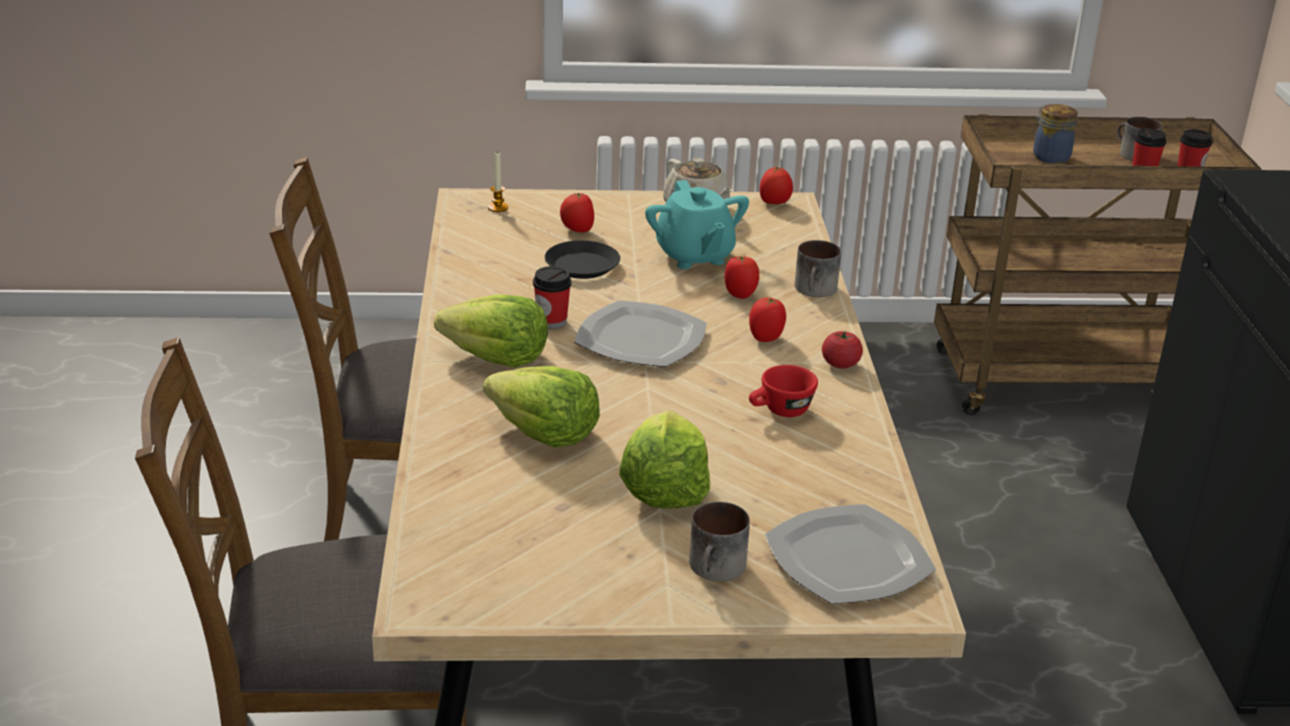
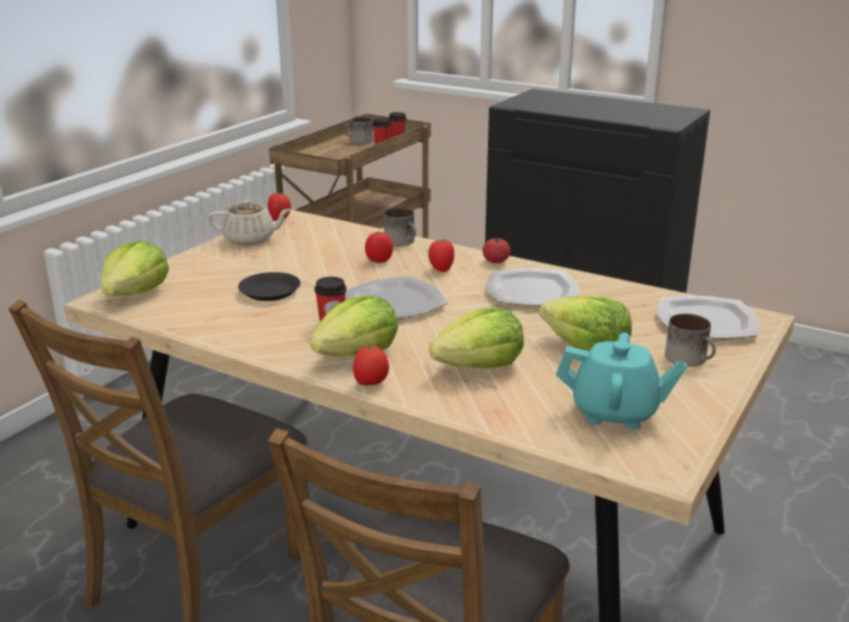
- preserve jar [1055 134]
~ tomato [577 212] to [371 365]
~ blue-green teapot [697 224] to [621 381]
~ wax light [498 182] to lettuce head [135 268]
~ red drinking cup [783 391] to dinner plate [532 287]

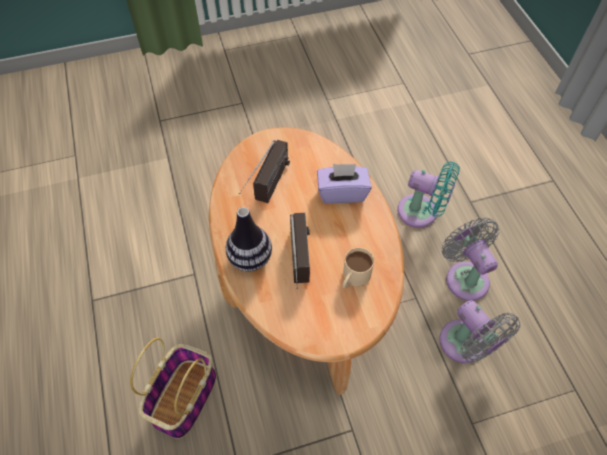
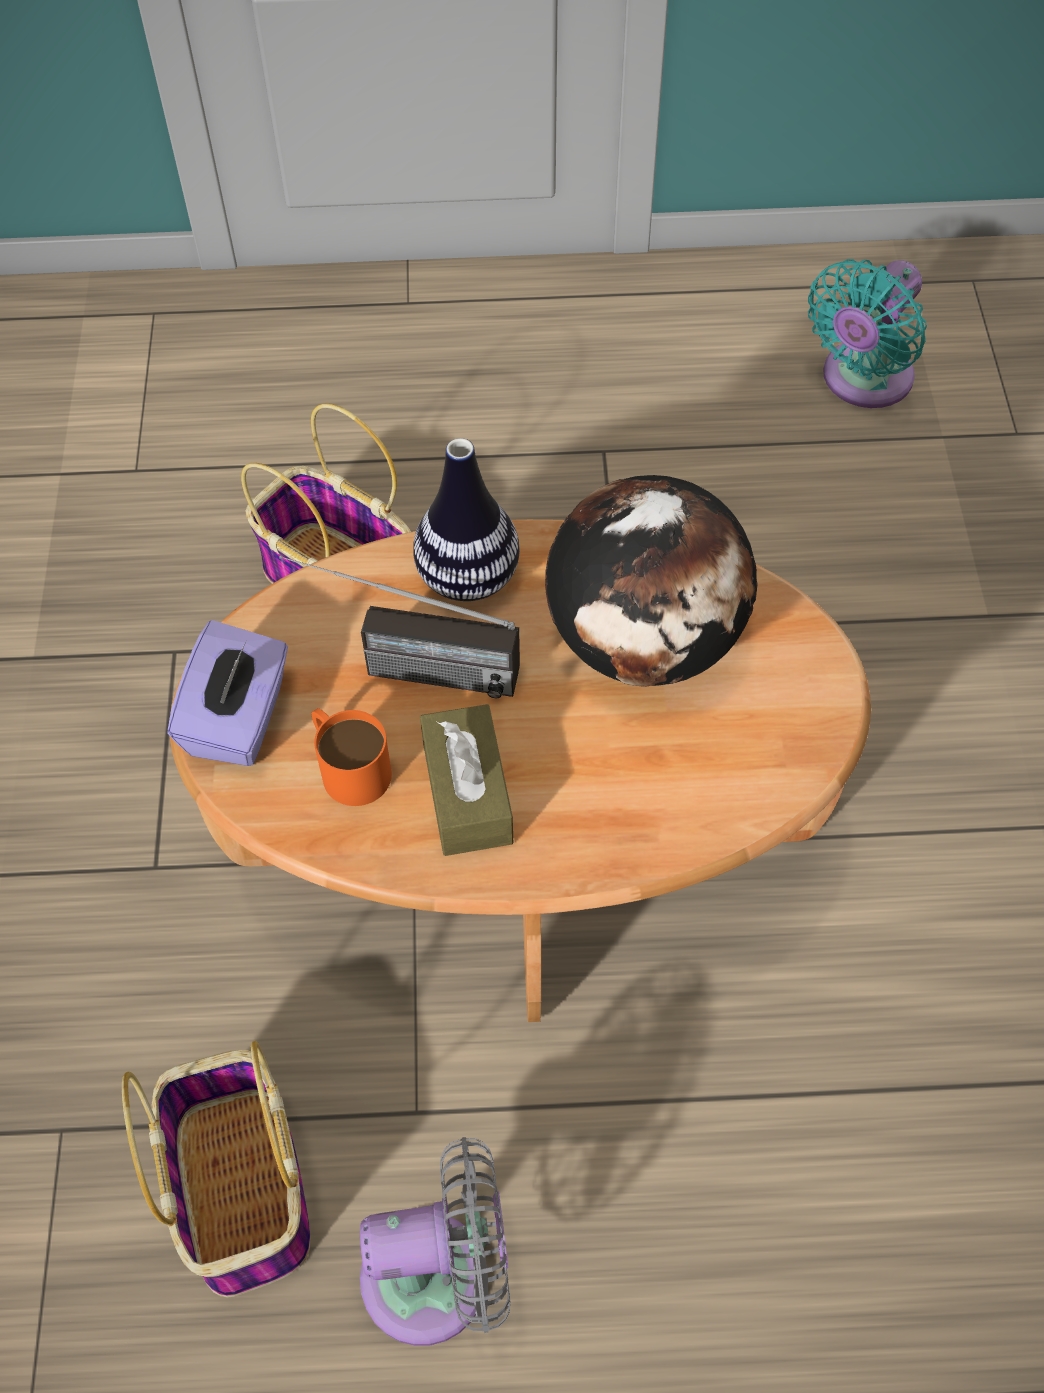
+ brown-coloured box of tissues [466 780]
~ purplish box of tissues [344 184] to [227 693]
~ blue-green electric fan [428 195] to [867 333]
~ radio [264 171] to desk globe [651 581]
~ gray electric fan [480 331] to household basket [216 1169]
~ beige mug [358 268] to orange-coloured mug [351 757]

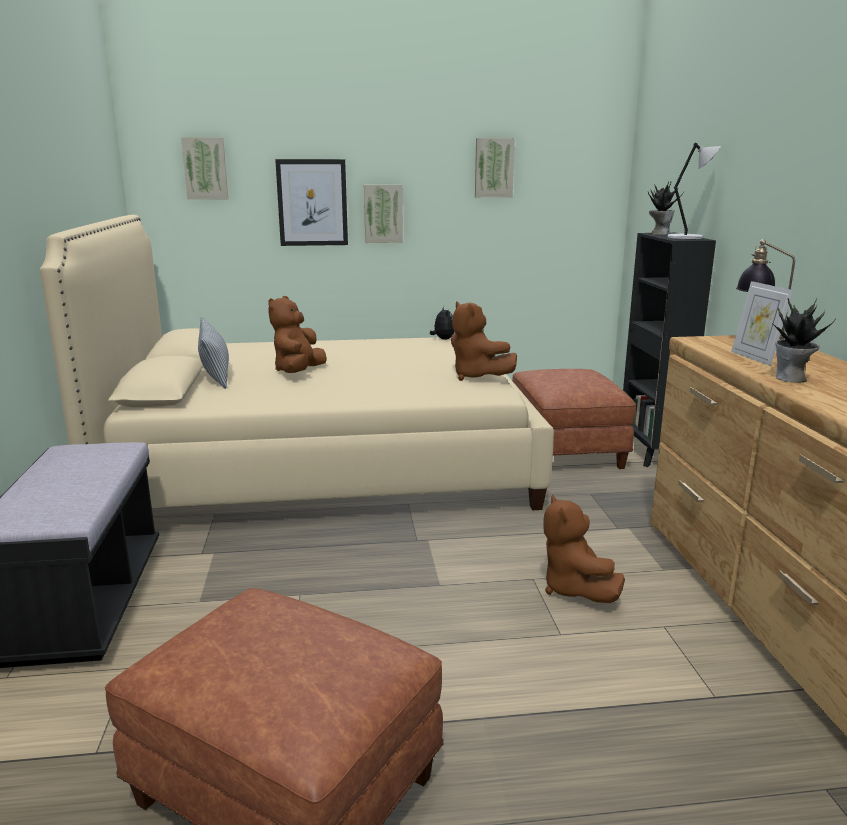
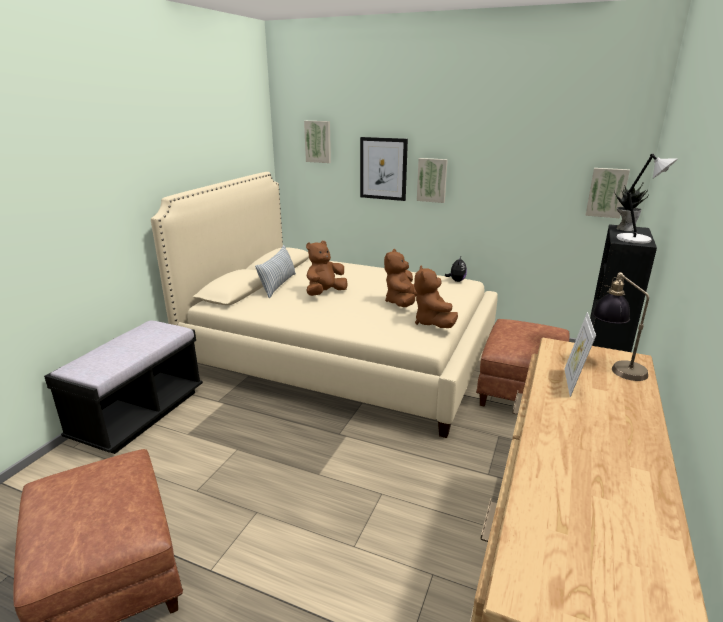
- houseplant [804 340]
~ picture [495 167] to [608 193]
~ brown-coloured plush toy [584 548] to [400 278]

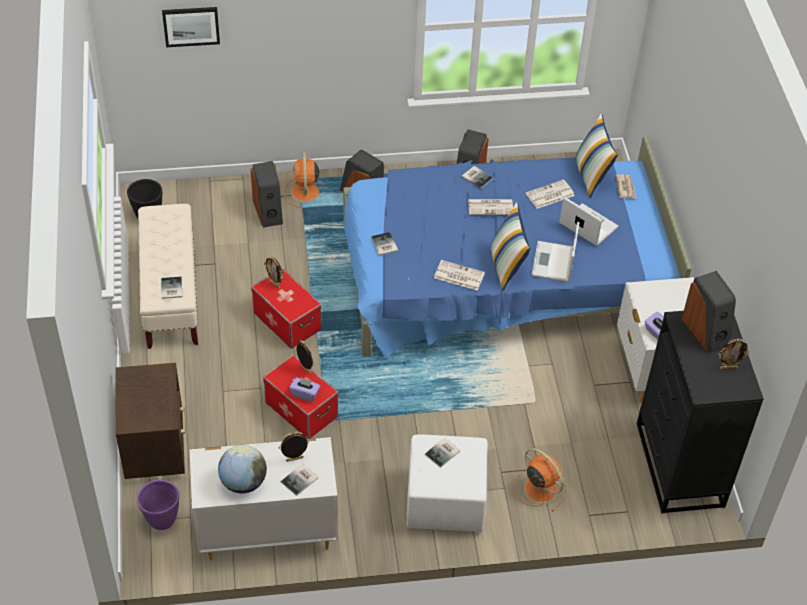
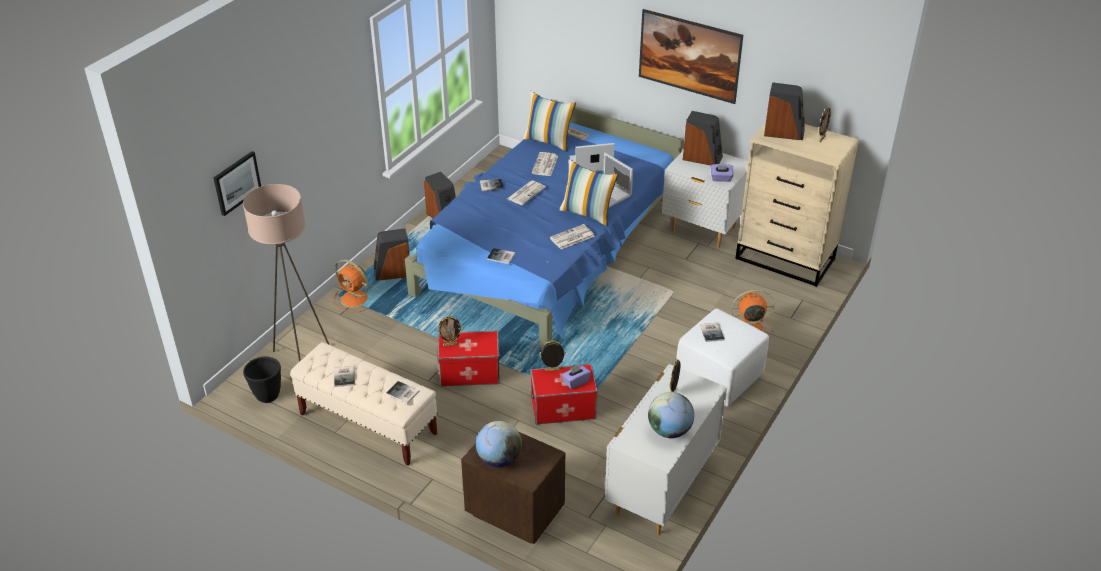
- purplish plant pot [158 505]
+ beige floor lamp [286 273]
+ desk globe [499 444]
+ picture [691 56]
~ speaker [267 194] to [703 138]
~ bound book [299 480] to [344 376]
~ blackish dresser [700 412] to beige dresser [797 204]

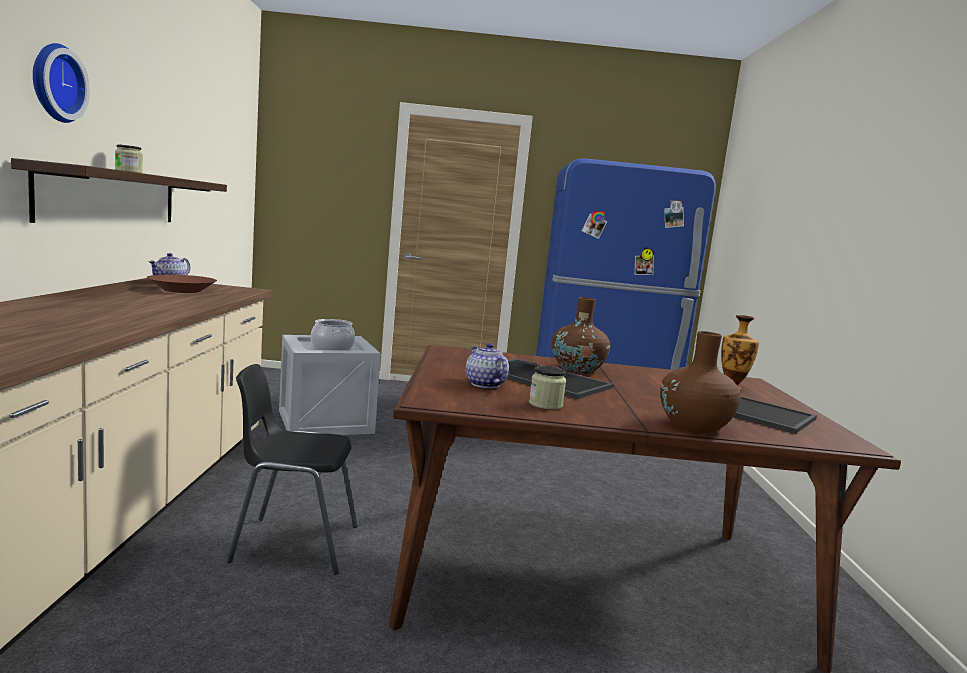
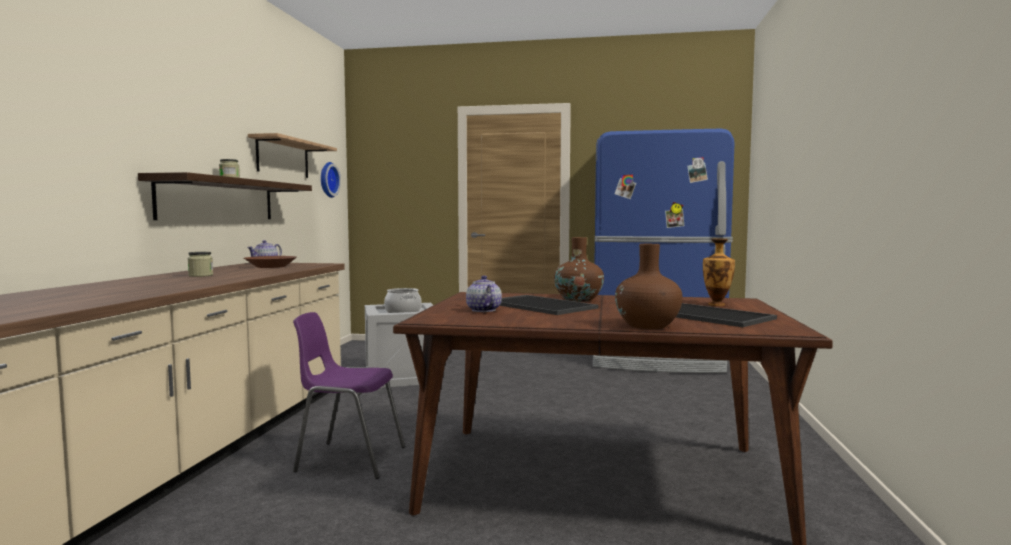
+ bracket shelf [292 155]
~ hanging clock [61 83] to [331 180]
~ preserve jar [547 388] to [200 264]
~ blackish upright chair [292 469] to purplish upright chair [349 395]

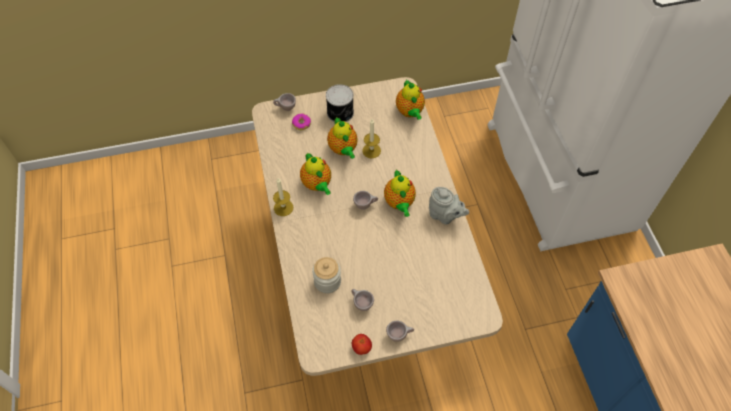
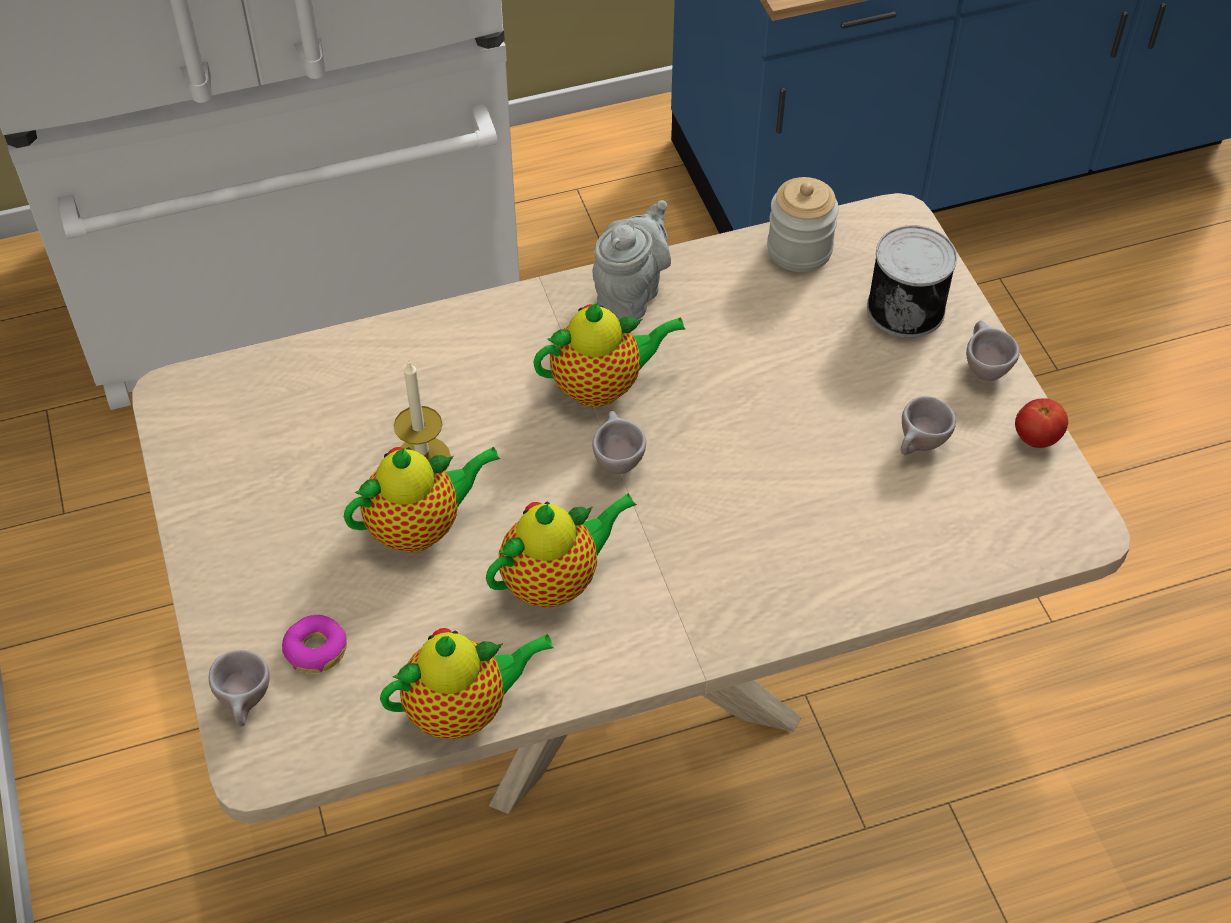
- wax light [283 197]
~ preserve jar [326 275] to [803 224]
~ metal can [340 103] to [912 281]
~ teapot [410 99] to [467 683]

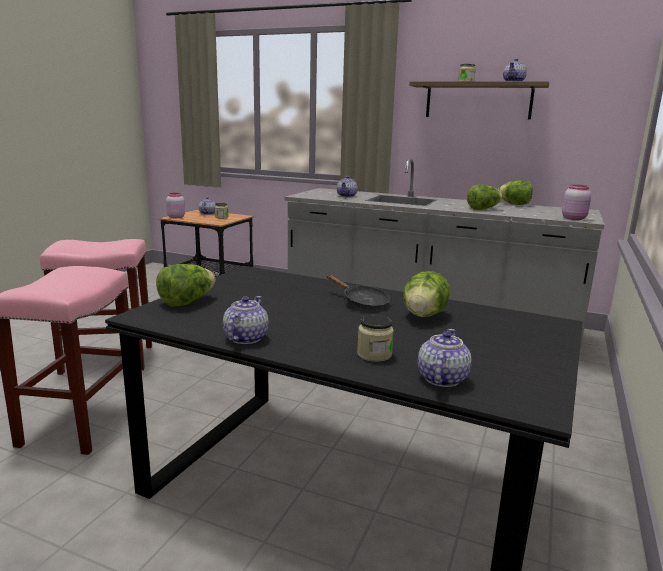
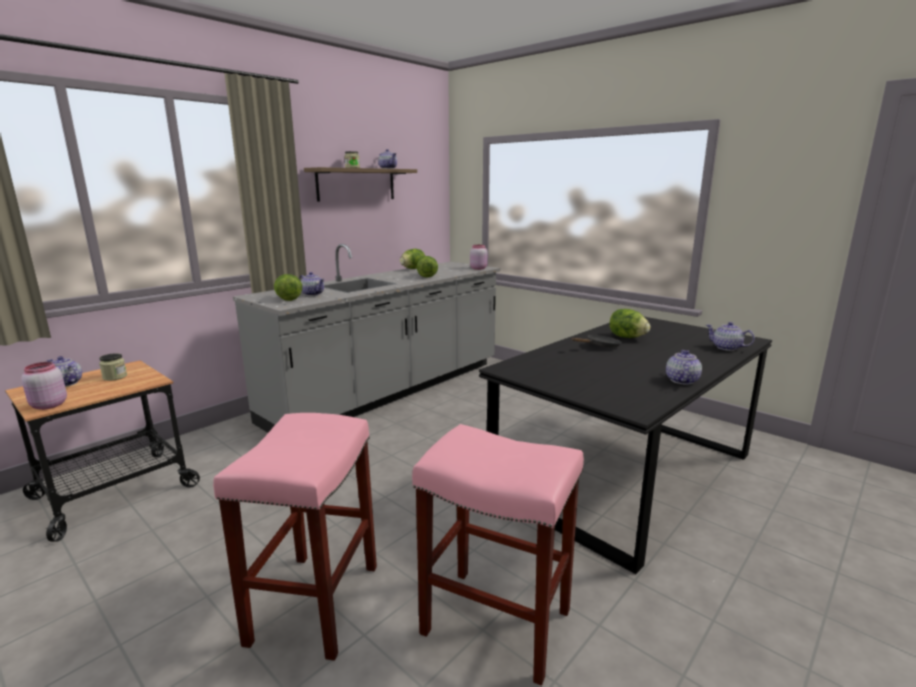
- preserve jar [375 338]
~ lettuce head [185 285] to [288 287]
~ teapot [246 320] = [684 367] 75 degrees clockwise

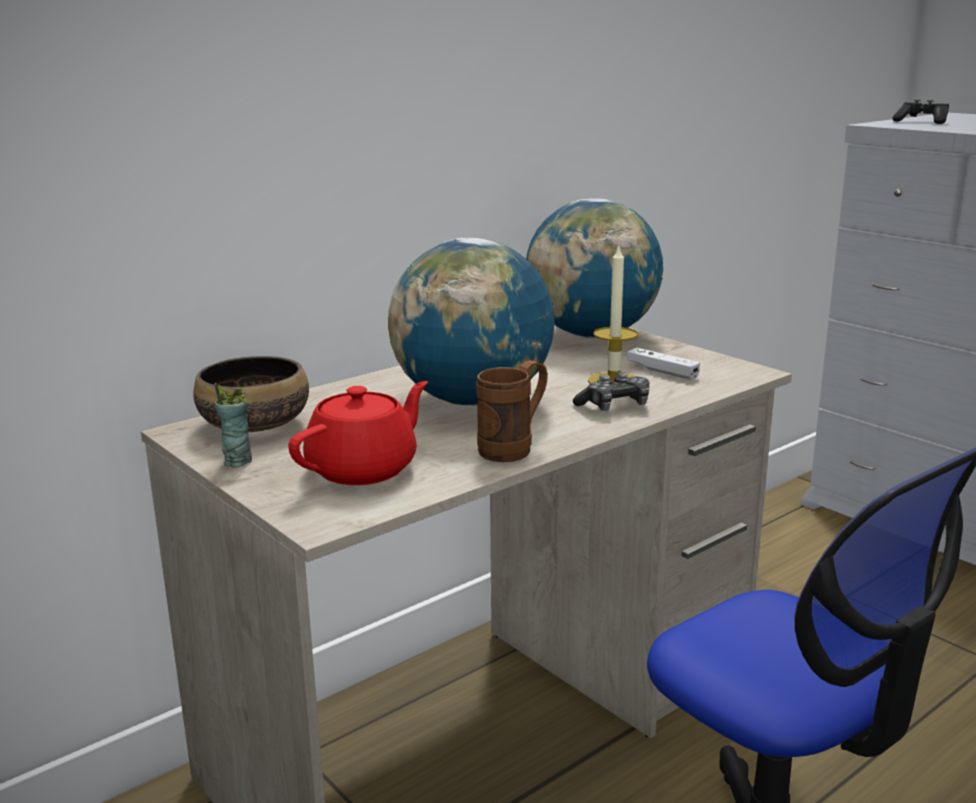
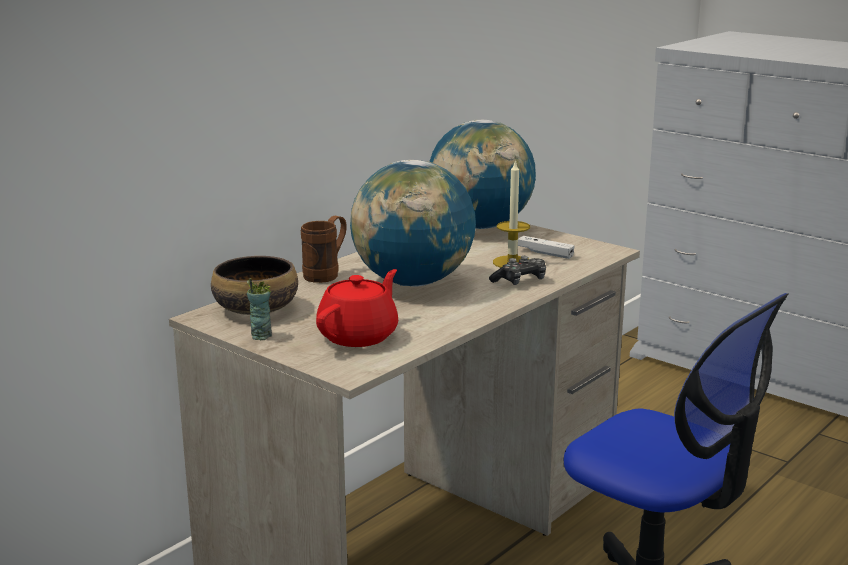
- joypad [920 111]
~ brown-coloured mug [512 411] to [324 249]

